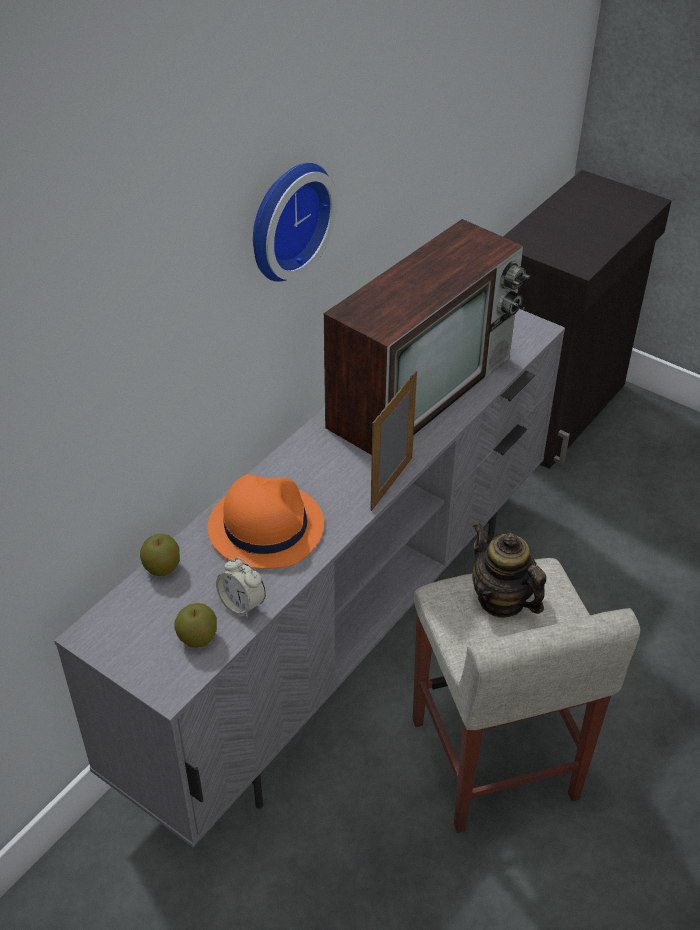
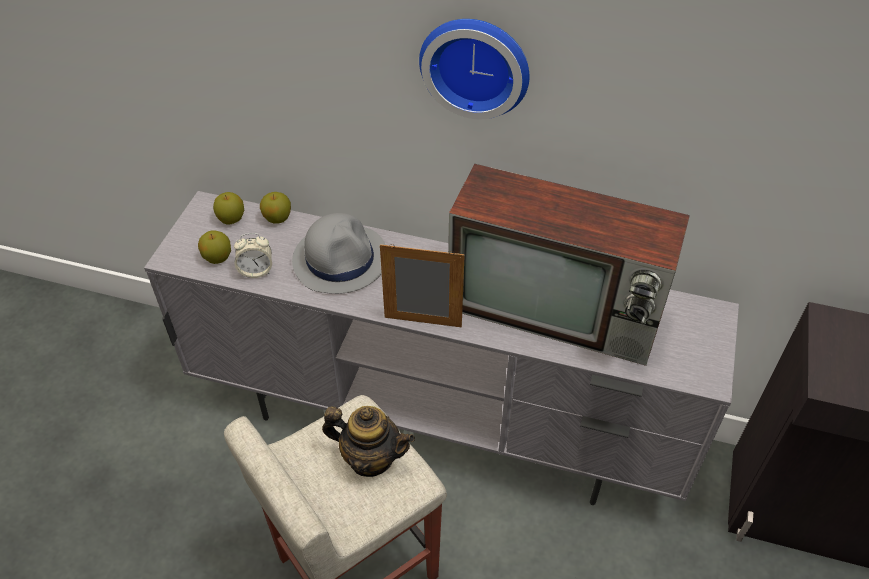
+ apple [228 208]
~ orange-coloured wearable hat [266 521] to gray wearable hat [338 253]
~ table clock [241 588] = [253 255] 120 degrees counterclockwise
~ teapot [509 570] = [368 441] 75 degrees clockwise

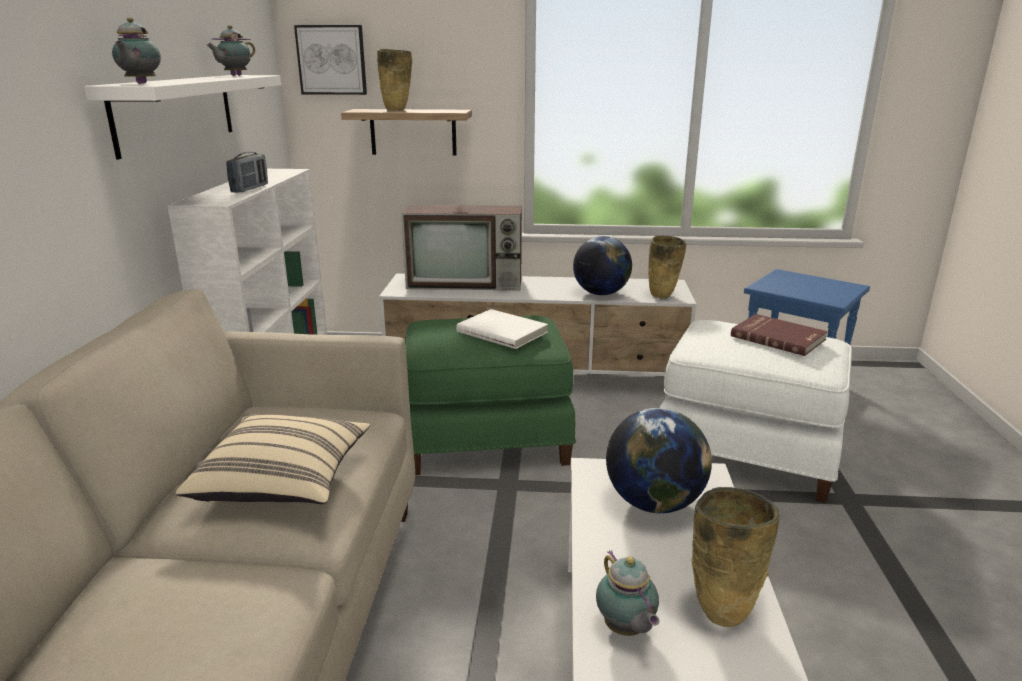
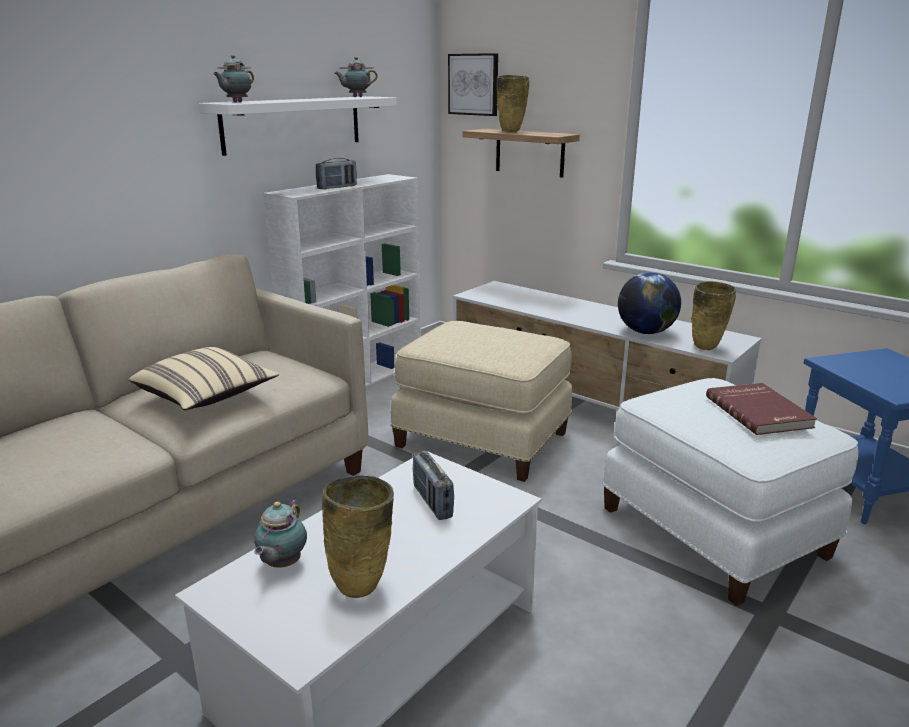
- television [461 247]
- white-coloured bound book [502 329]
~ desk globe [659 460] to radio [433 485]
~ greenish pouffe [490 395] to beige pouffe [481 401]

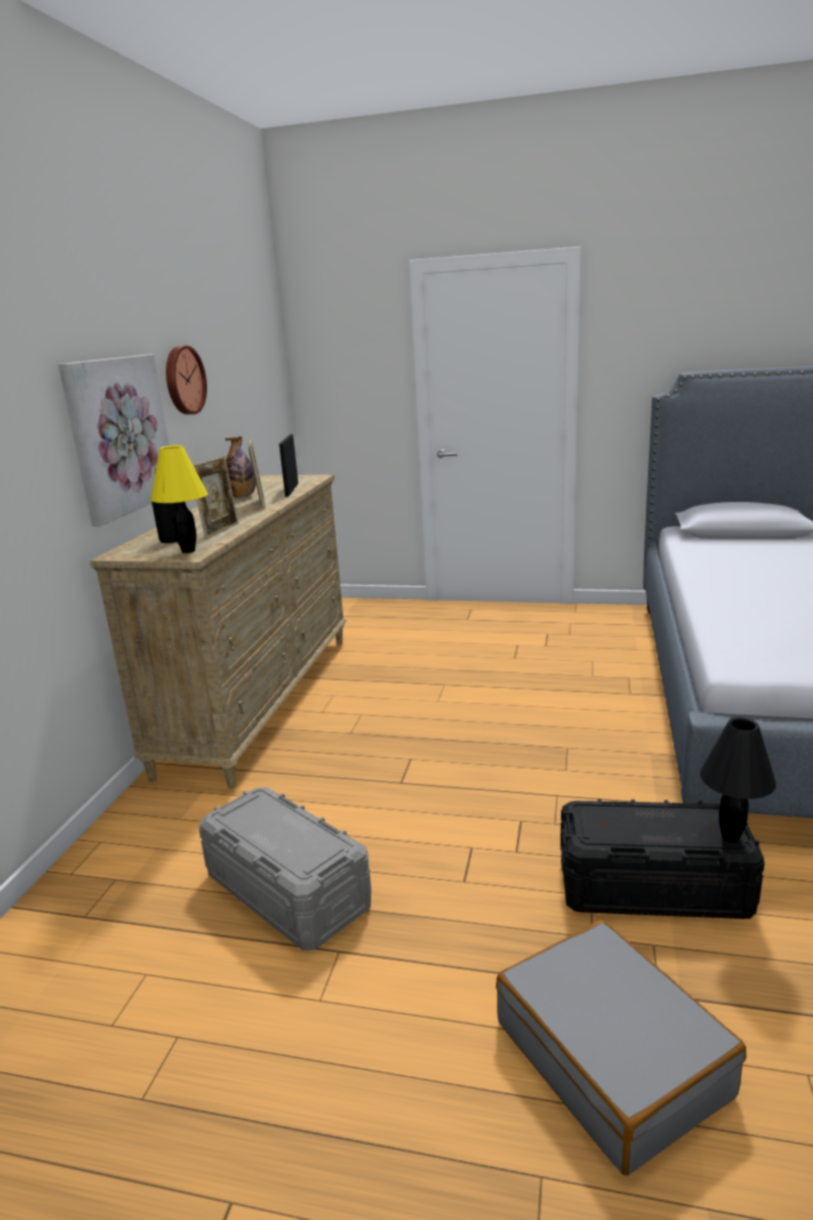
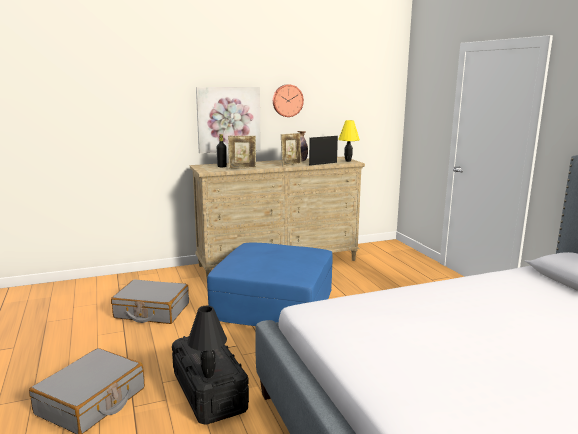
+ bluish pouffe [270 284]
~ yellow lamp for a table [179 499] to [349 141]
~ gray storage box [285 869] to gray travel case [150 301]

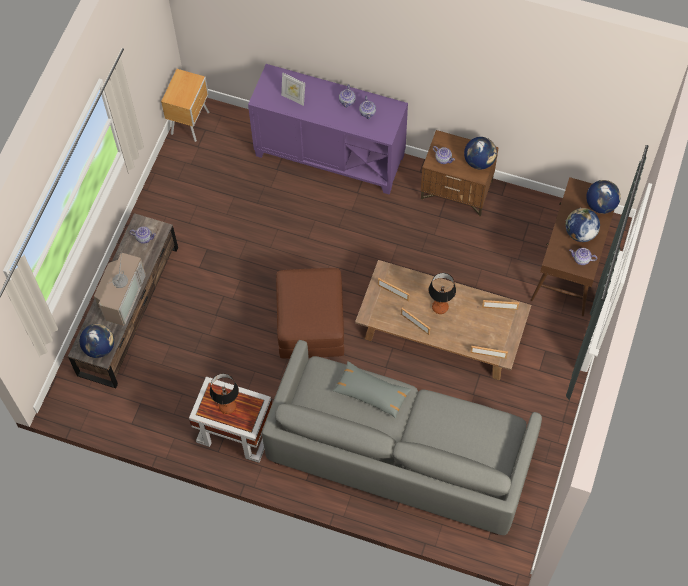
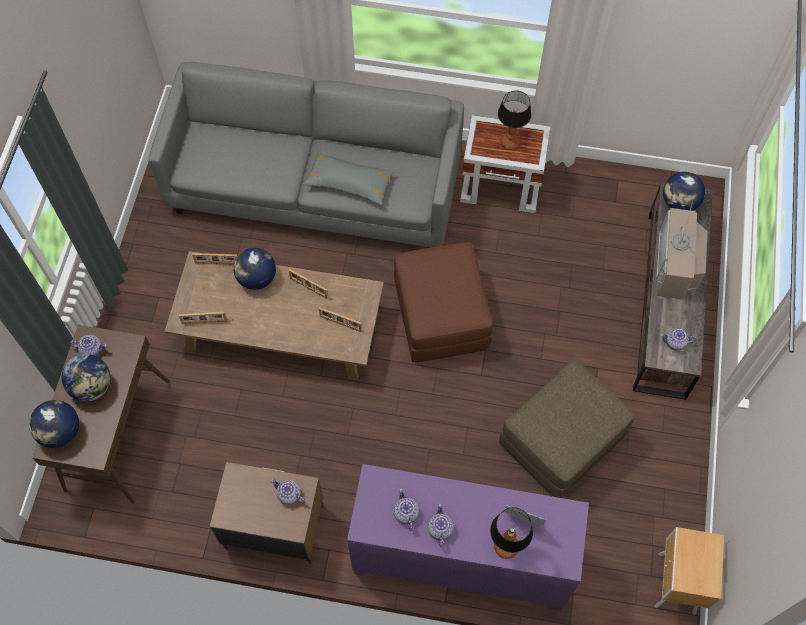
+ brown-coloured pouffe [567 429]
~ lamp for a table [442 293] to [511 533]
~ desk globe [480 153] to [254 269]

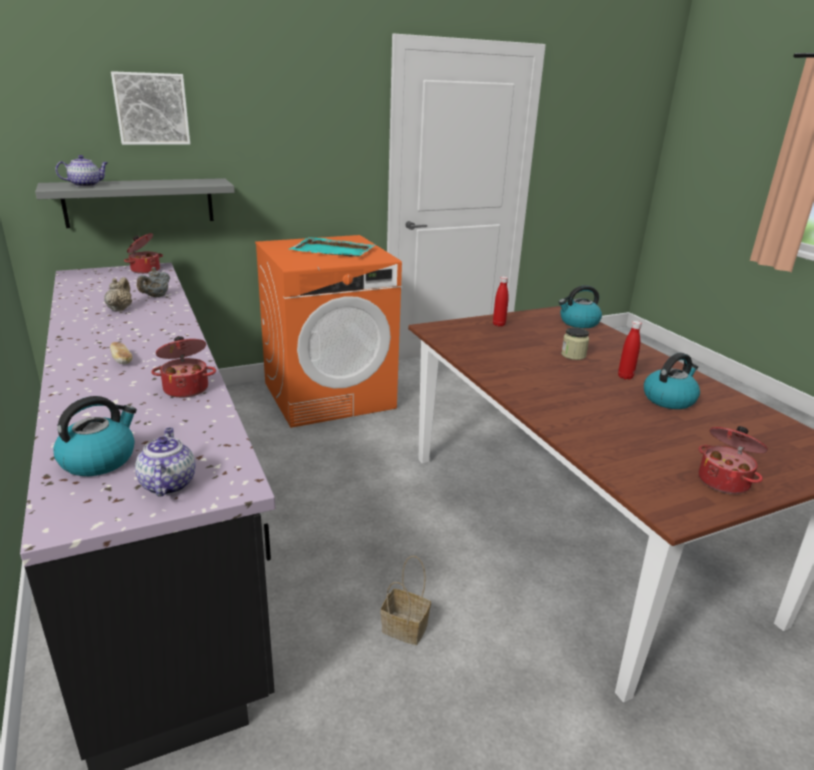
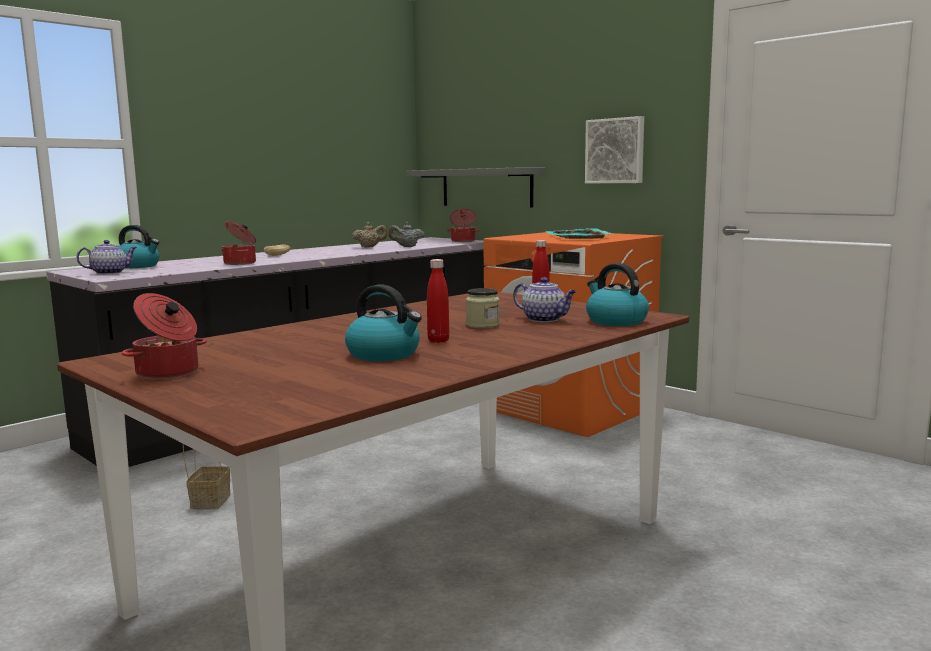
~ teapot [81 171] to [545 299]
~ picture [150 108] to [614 149]

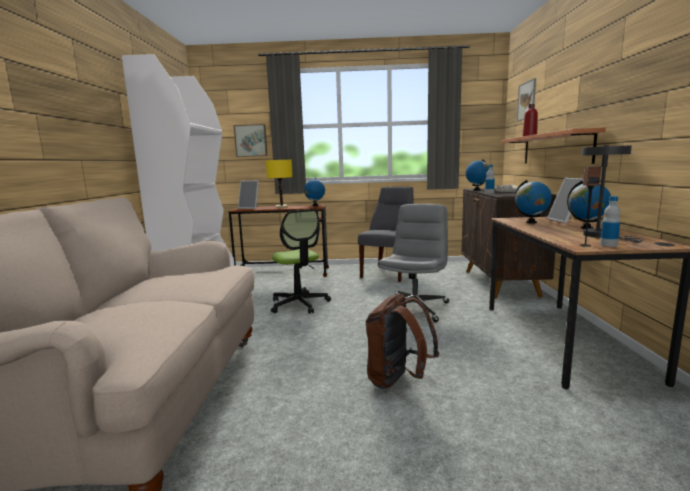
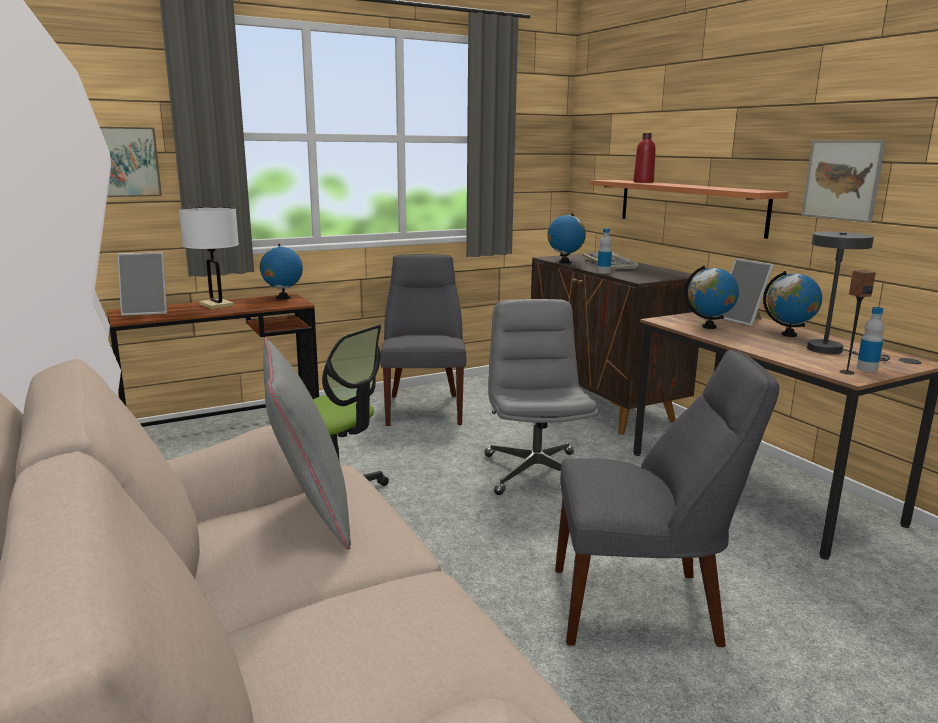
+ gray pillow [307 444]
~ picture [526 99] to [844 181]
~ brown-coloured backpack [402 341] to gray upright chair [667 498]
~ yellow lamp for a table [279 184] to white-coloured lamp for a table [209 258]

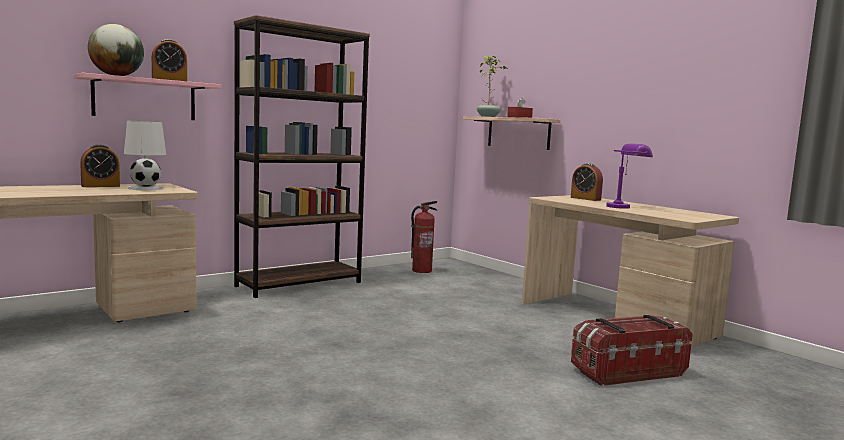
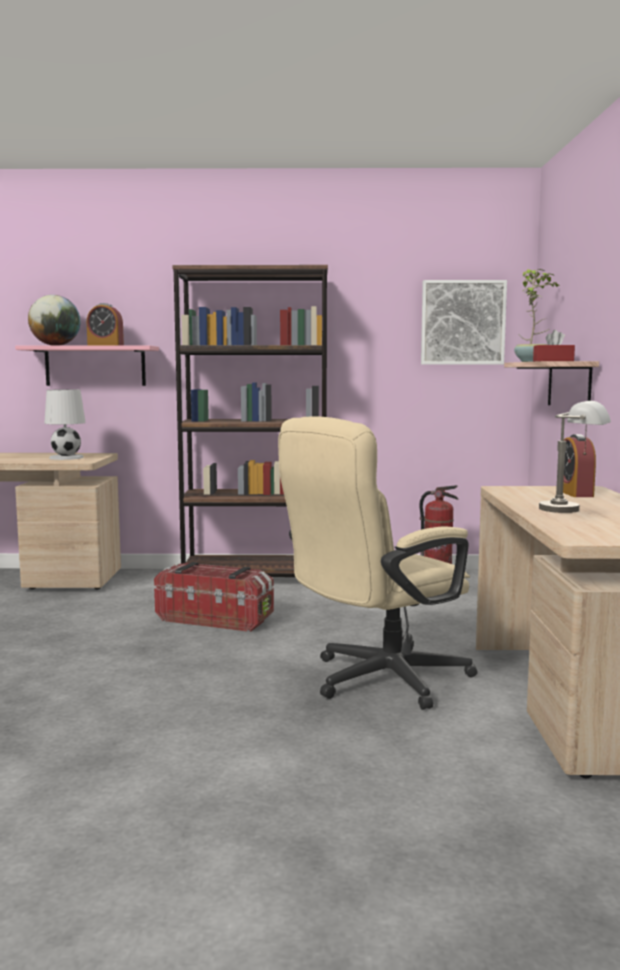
- table clock [100 166]
+ beige computer chair [378 563]
+ picture [464 322]
~ storage box [632 350] to [214 597]
~ purplish lamp for a table [629 176] to gray lamp for a table [575 457]

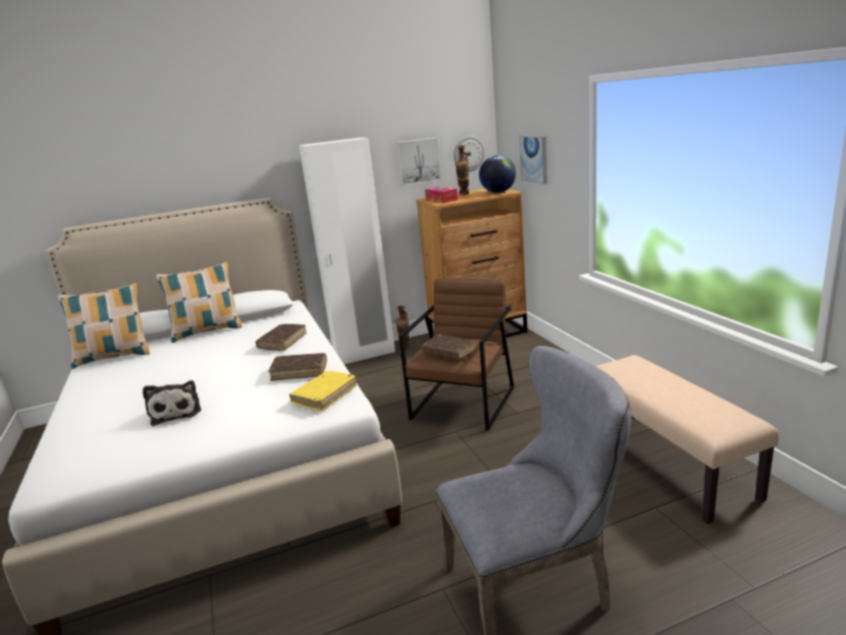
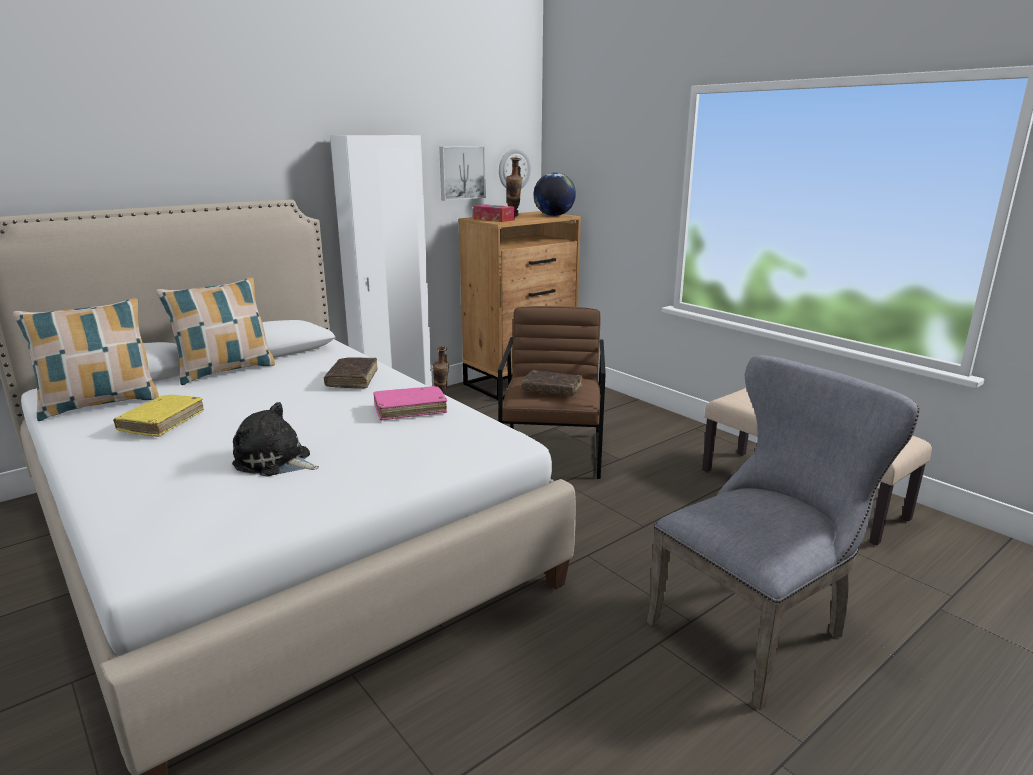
- picture [533 159]
~ yellow bound book [323 391] to [158 415]
~ brown-coloured bound book [297 367] to pinkish bound book [410 403]
~ plush toy [172 403] = [275 439] 150 degrees clockwise

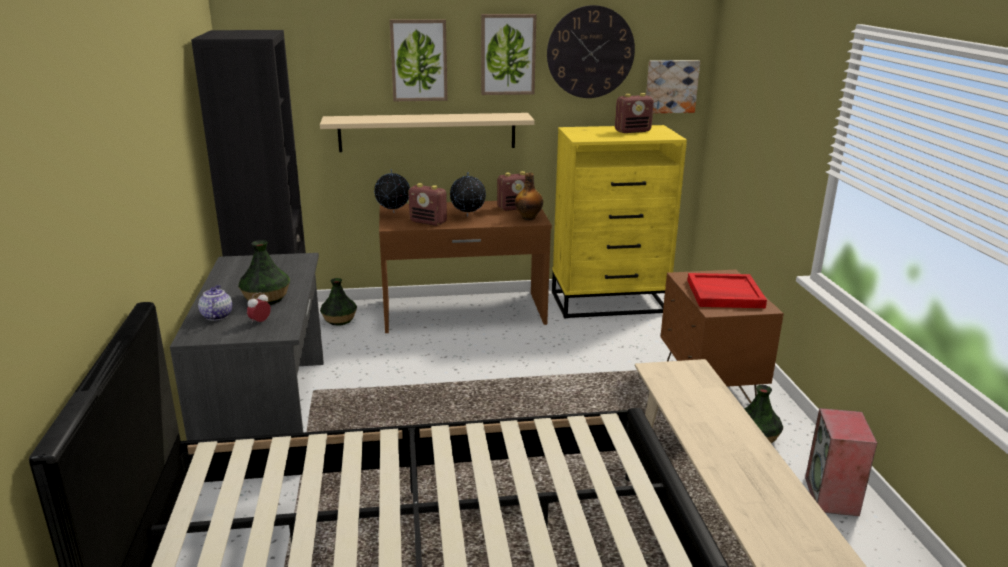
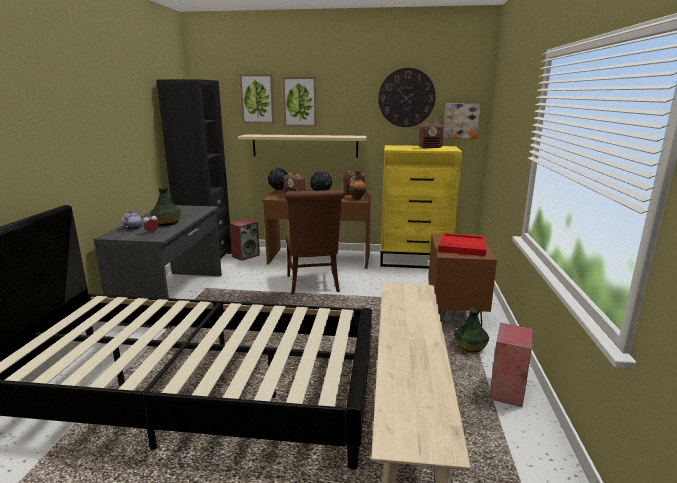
+ brown-coloured upright chair [315 241]
~ picture [509 54] to [257 98]
~ flower vase [338 301] to speaker [244 240]

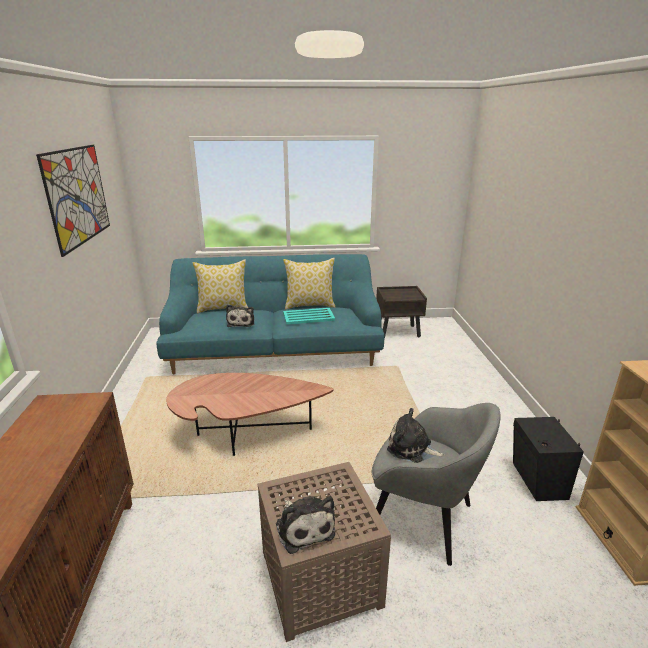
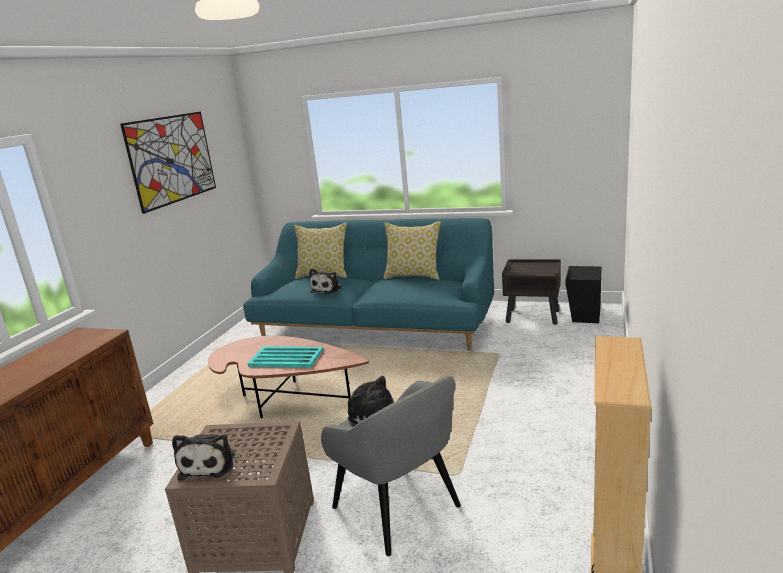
~ blue-green tray [309 316] to [285 357]
~ blackish speaker [548 459] to [584 294]

